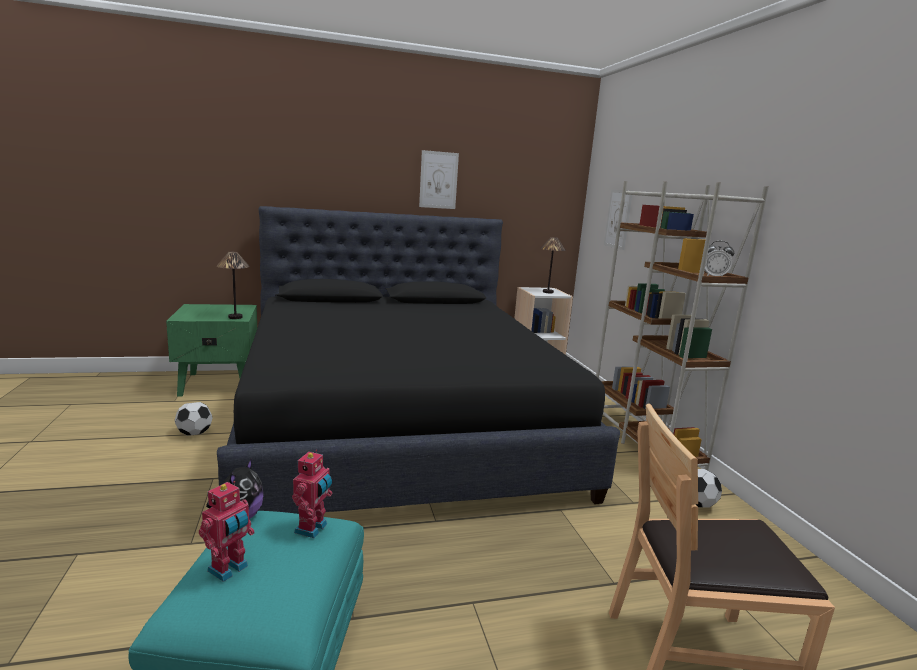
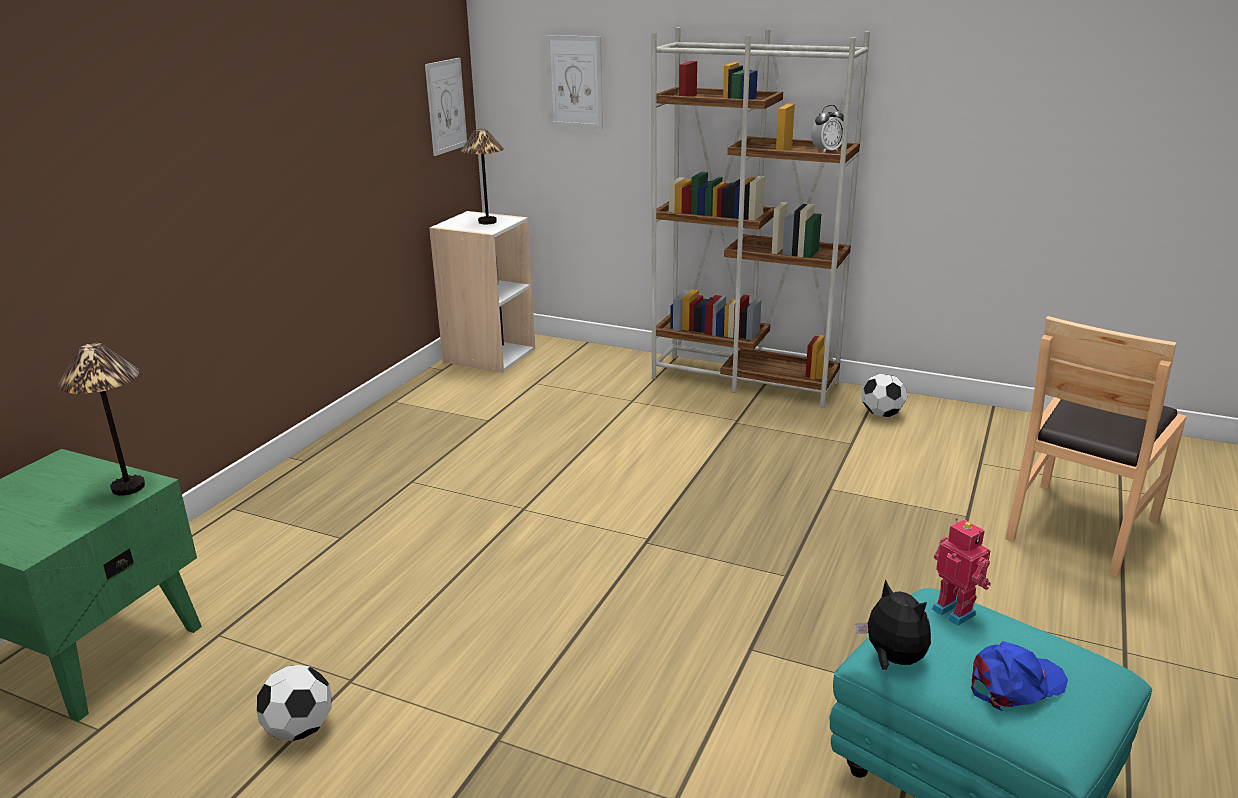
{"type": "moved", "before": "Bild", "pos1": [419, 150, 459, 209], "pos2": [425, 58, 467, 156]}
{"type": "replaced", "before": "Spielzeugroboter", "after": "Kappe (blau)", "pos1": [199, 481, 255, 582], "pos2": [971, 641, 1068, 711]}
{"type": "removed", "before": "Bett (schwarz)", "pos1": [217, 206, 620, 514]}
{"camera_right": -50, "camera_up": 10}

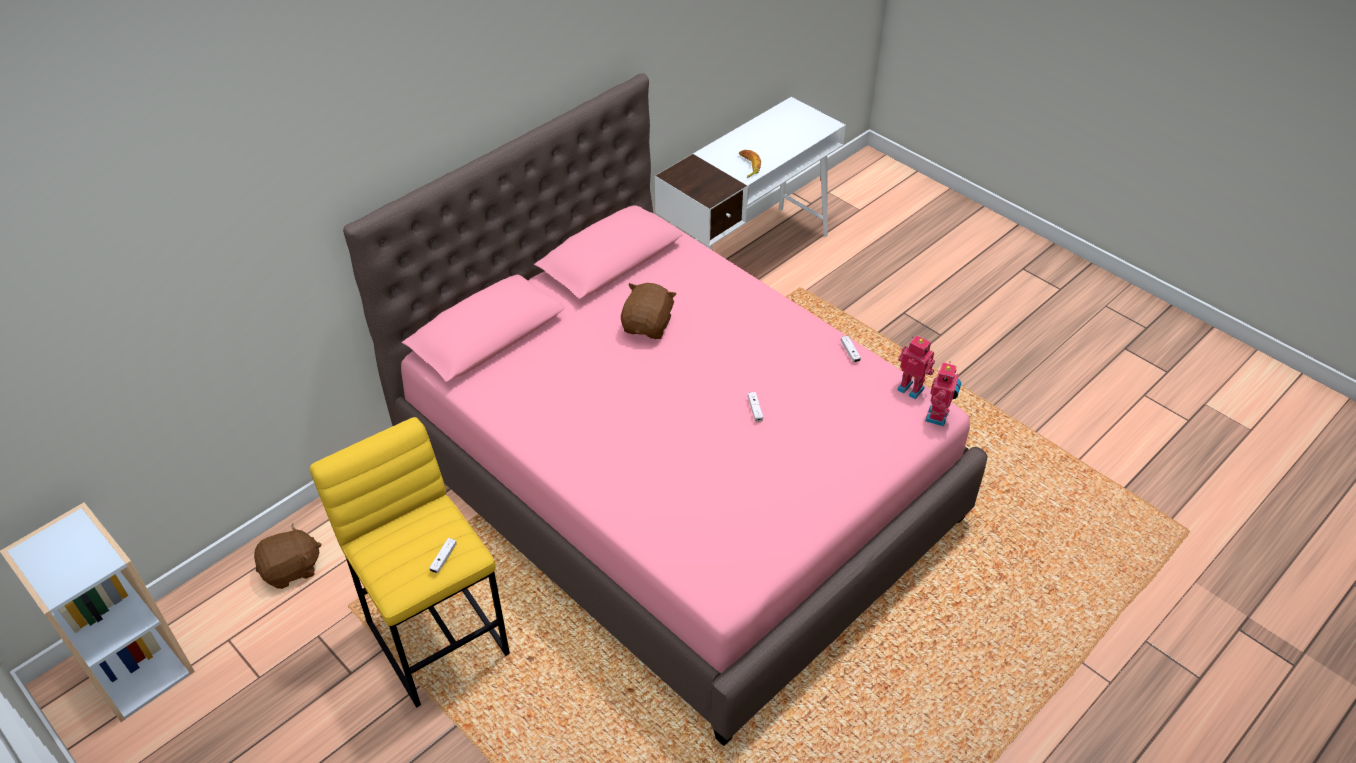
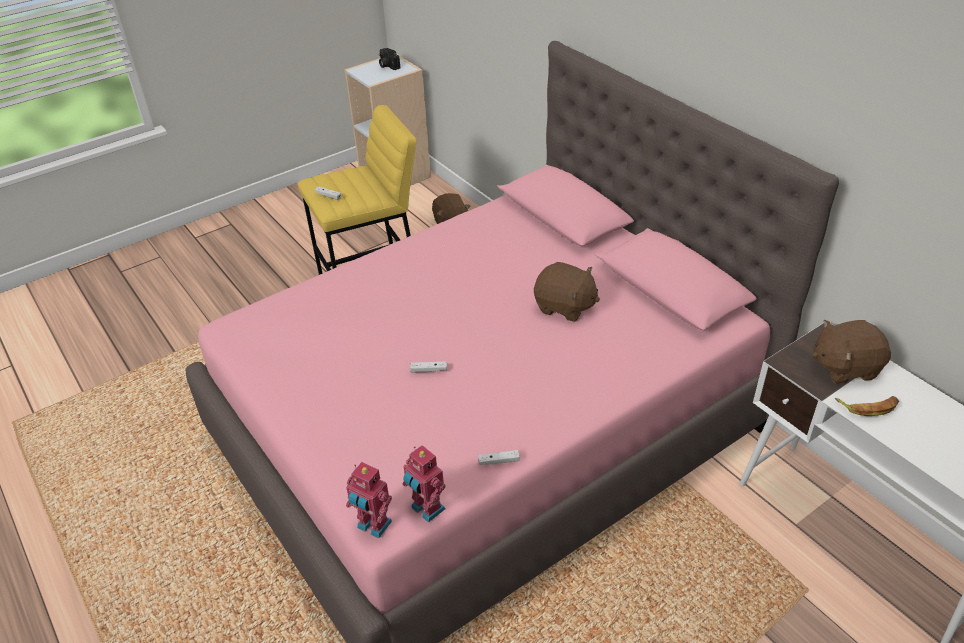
{"type": "added", "after": "Kamera", "pos2": [379, 48, 400, 70]}
{"type": "turned", "before": "Spielzeugroboter", "pos1": [897, 335, 935, 399], "pos2": [403, 445, 446, 523], "turn": 90}
{"type": "added", "after": "Plüschtier (braun)", "pos2": [812, 320, 891, 384]}
{"camera_right": 100, "camera_up": -5}

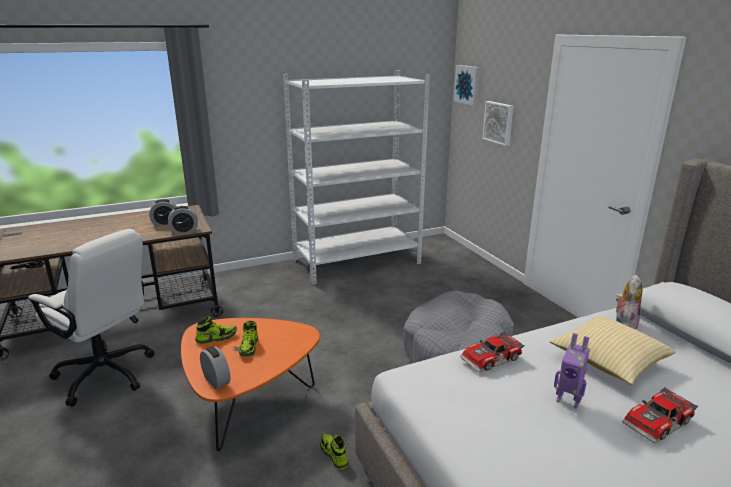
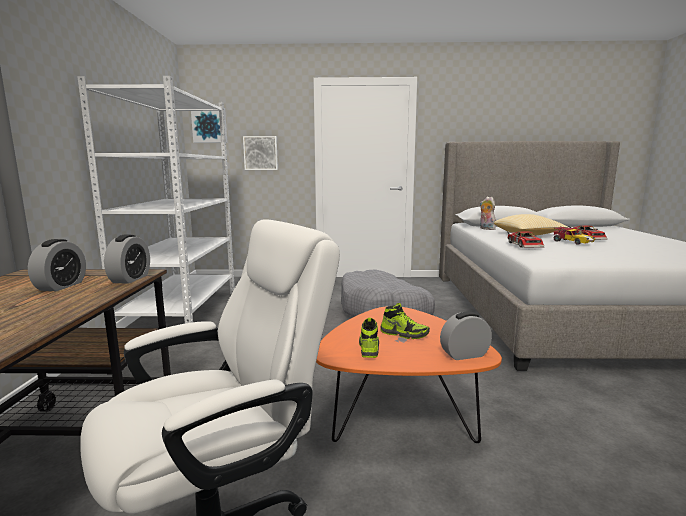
{"type": "replaced", "before": "Spielzeugroboter", "after": "Spielzeugauto", "pos1": [554, 333, 590, 409], "pos2": [553, 226, 595, 245]}
{"type": "removed", "before": "Schuh", "pos1": [320, 433, 348, 470]}
{"camera_right": -65, "camera_up": -10}

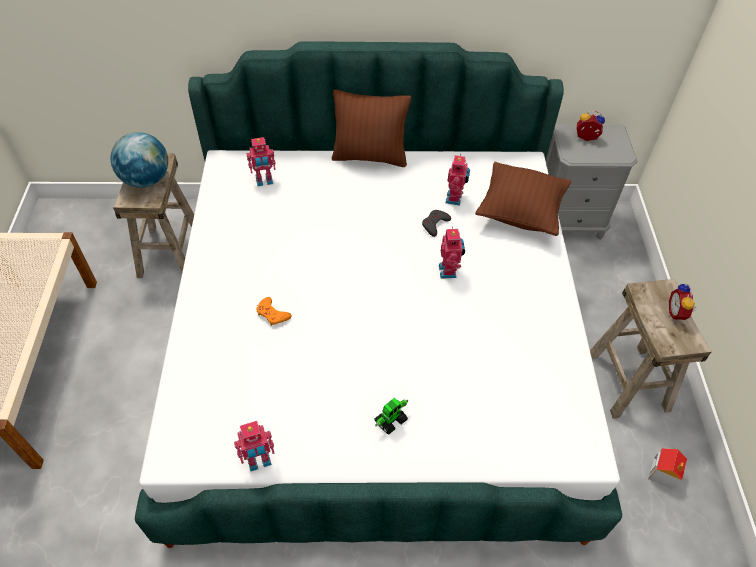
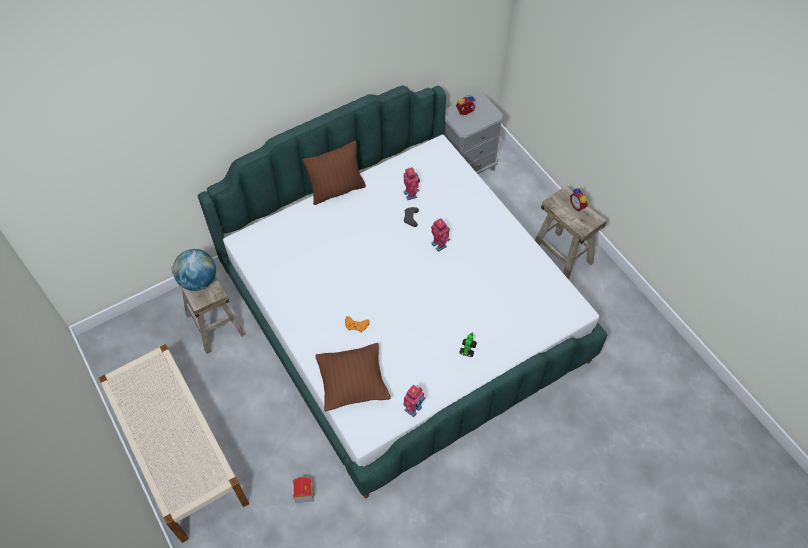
{"type": "moved", "before": "Spielzeughaus", "pos1": [648, 448, 687, 490], "pos2": [292, 477, 315, 503]}
{"type": "moved", "before": "Kissen (braun)", "pos1": [475, 162, 571, 236], "pos2": [315, 343, 391, 412]}
{"type": "removed", "before": "Spielzeugroboter", "pos1": [247, 137, 276, 186]}
{"camera_right": -30, "camera_up": 5}

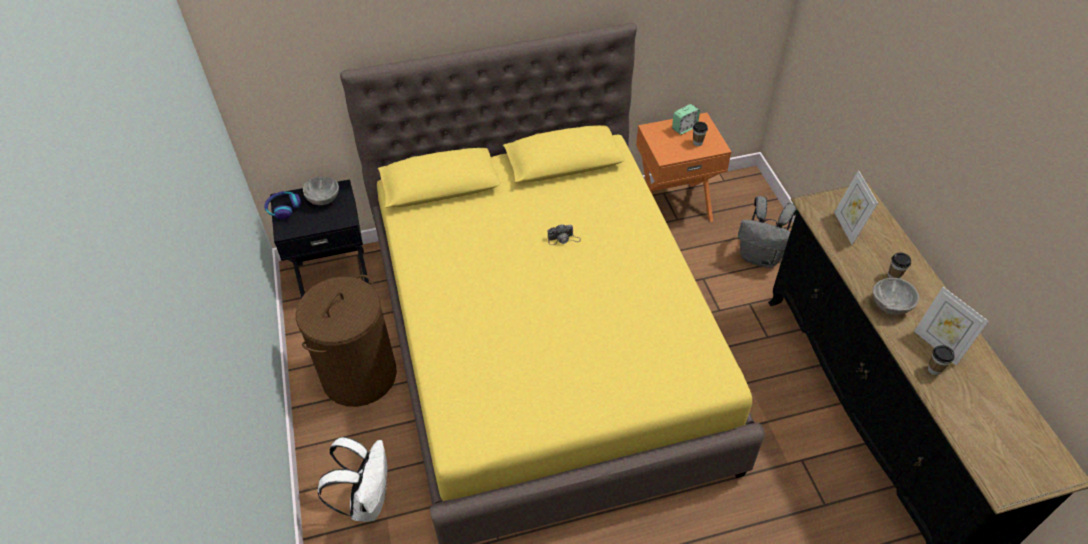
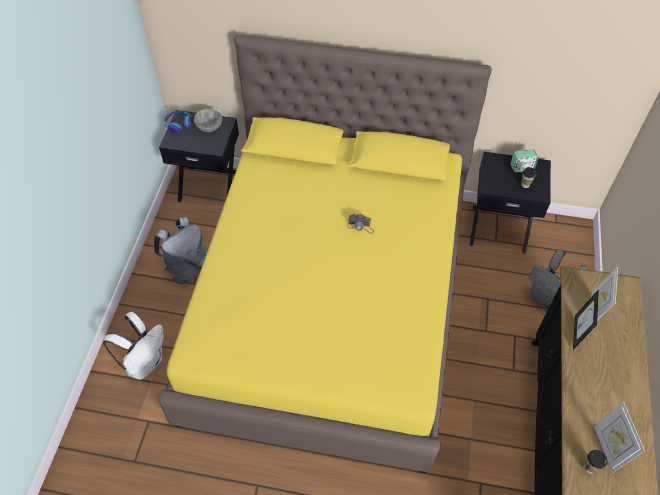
{"type": "replaced", "before": "Wäschekorb (braun)", "after": "Rucksack (grau)", "pos1": [296, 275, 397, 407], "pos2": [154, 217, 207, 284]}
{"type": "recoloured", "before": "Nachttisch (orange)", "after": "Nachttisch (schwarz)", "pos1": [636, 113, 731, 222], "pos2": [470, 152, 551, 254]}
{"type": "added", "after": "Bilderrahmen", "pos2": [573, 289, 599, 349]}
{"type": "removed", "before": "Schüssel (grau)", "pos1": [872, 278, 919, 315]}
{"type": "removed", "before": "Tasse", "pos1": [888, 252, 911, 279]}
{"camera_right": 25, "camera_up": 5}

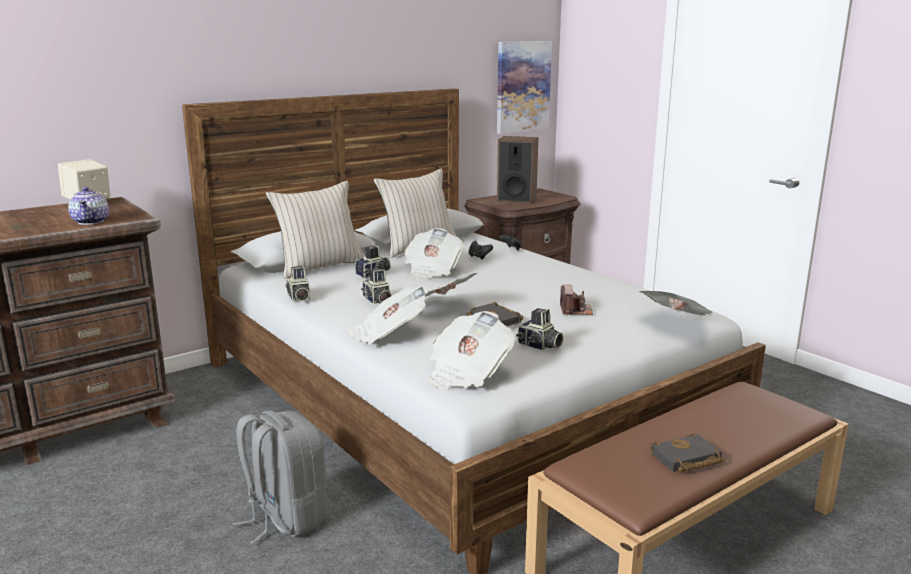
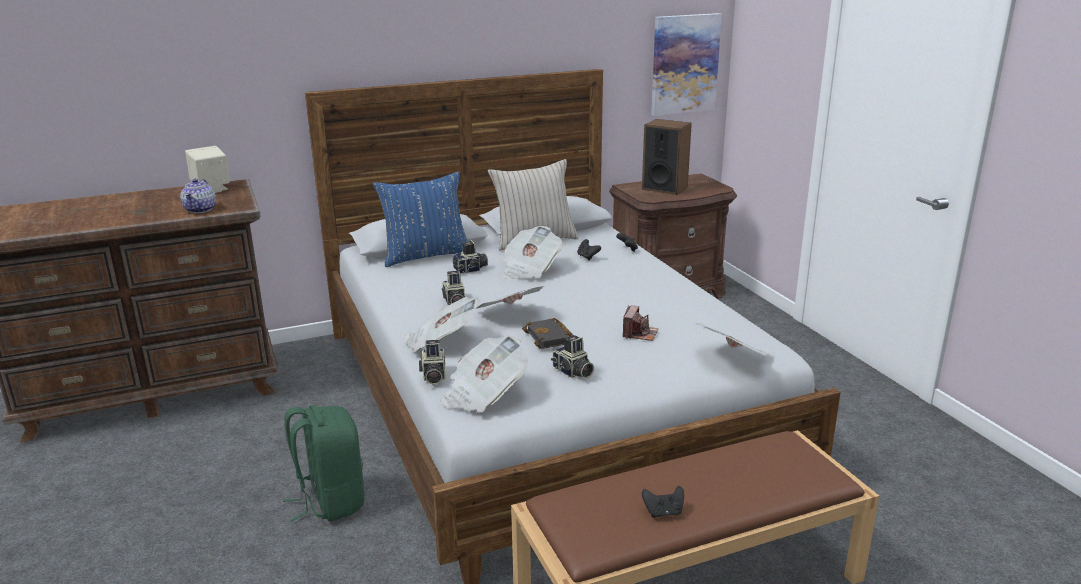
{"type": "recoloured", "before": "Rucksack (grau)", "after": "Rucksack (grün)", "pos1": [233, 410, 328, 544], "pos2": [283, 405, 365, 522]}
{"type": "recoloured", "before": "Kissen (beige)", "after": "Kissen (blau)", "pos1": [266, 181, 364, 279], "pos2": [373, 172, 468, 267]}
{"type": "moved", "before": "Kamera", "pos1": [285, 266, 310, 302], "pos2": [419, 340, 446, 385]}
{"type": "replaced", "before": "Buch (schwarz)", "after": "Gamepad (schwarz)", "pos1": [649, 433, 724, 473], "pos2": [642, 486, 684, 518]}
{"camera_right": 15, "camera_up": 5}

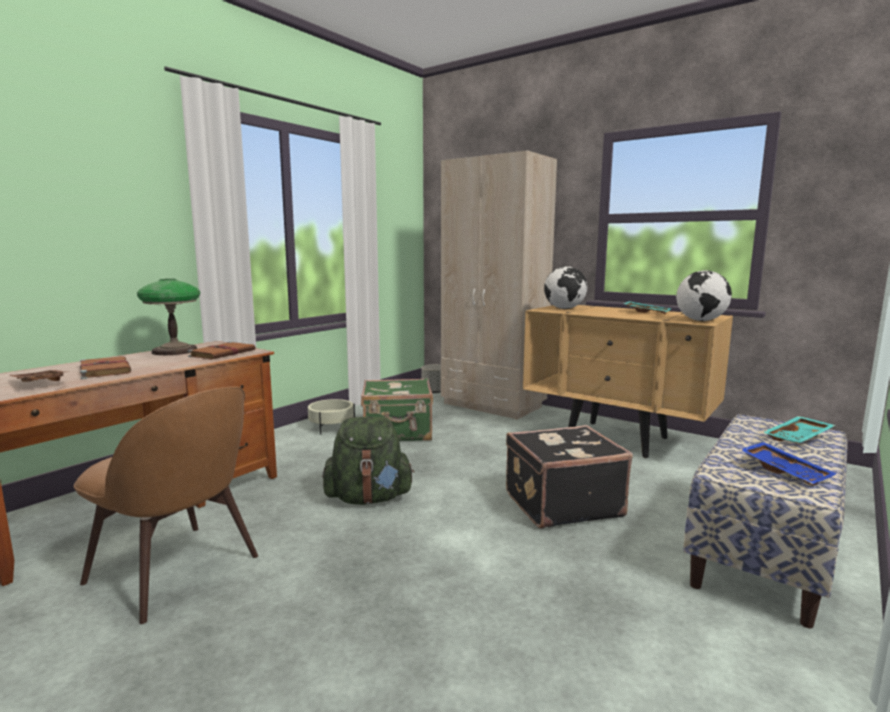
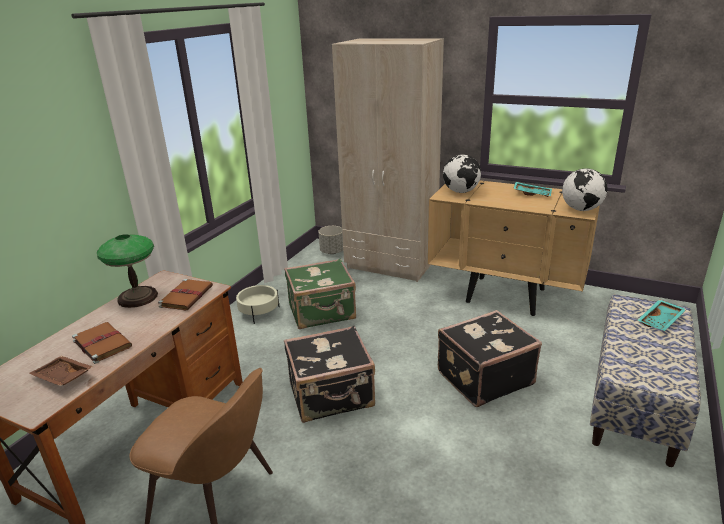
{"type": "replaced", "before": "Rucksack (grün)", "after": "Koffer (schwarz)", "pos1": [322, 417, 415, 505], "pos2": [284, 326, 375, 423]}
{"type": "removed", "before": "Tablett (blau)", "pos1": [740, 442, 837, 486]}
{"camera_right": -10, "camera_up": 15}

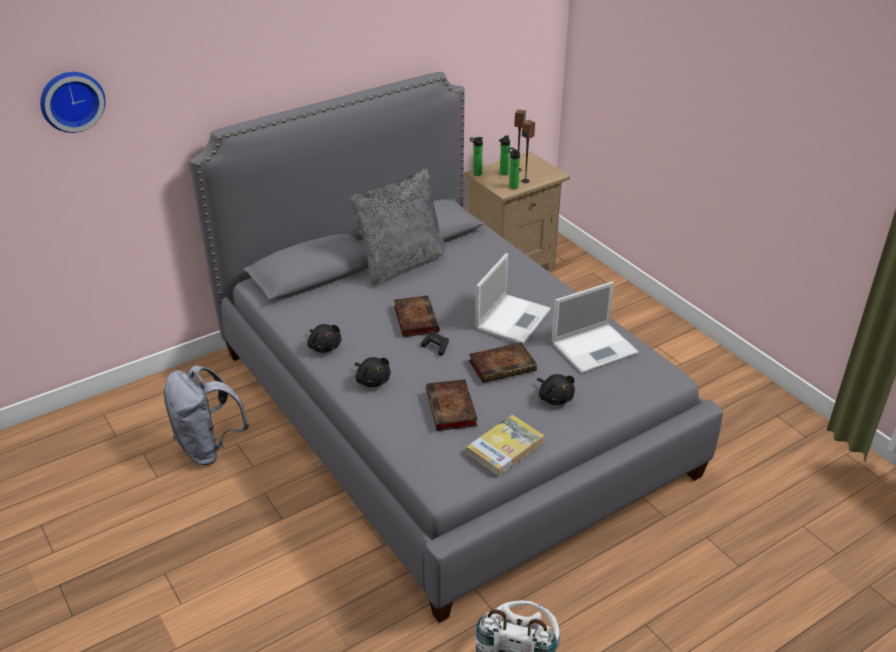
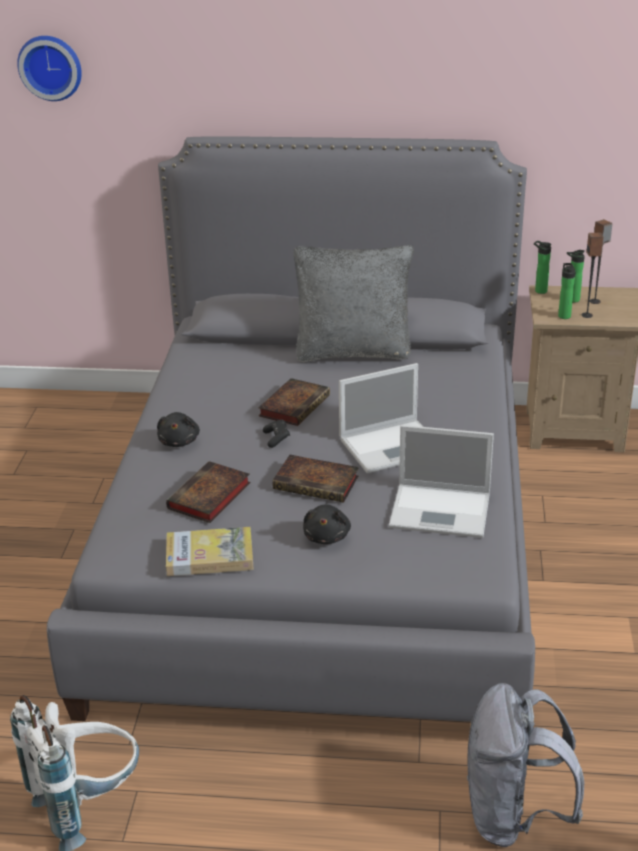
{"type": "moved", "before": "Rucksack (grau)", "pos1": [164, 365, 249, 465], "pos2": [467, 683, 584, 847]}
{"type": "removed", "before": "Plüschtier (schwarz)", "pos1": [307, 324, 342, 353]}
{"camera_right": 40, "camera_up": -5}

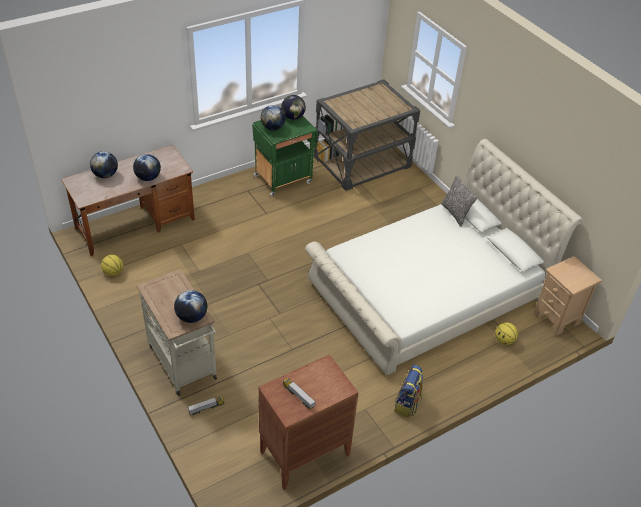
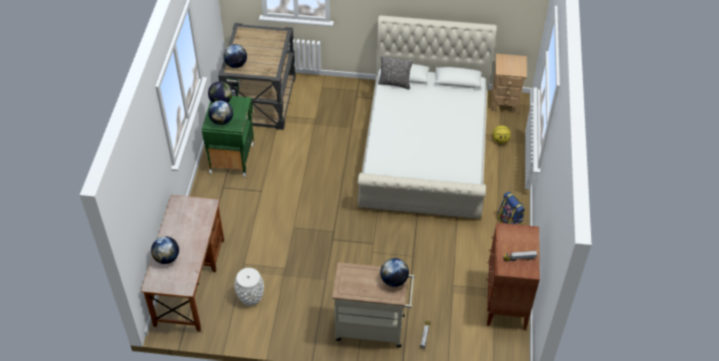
{"type": "moved", "before": "Globus", "pos1": [133, 154, 161, 181], "pos2": [223, 44, 247, 68]}
{"type": "added", "after": "Hocker (weiß)", "pos2": [235, 268, 264, 306]}
{"type": "removed", "before": "Basketball", "pos1": [101, 255, 123, 276]}
{"camera_right": -50, "camera_up": 5}

